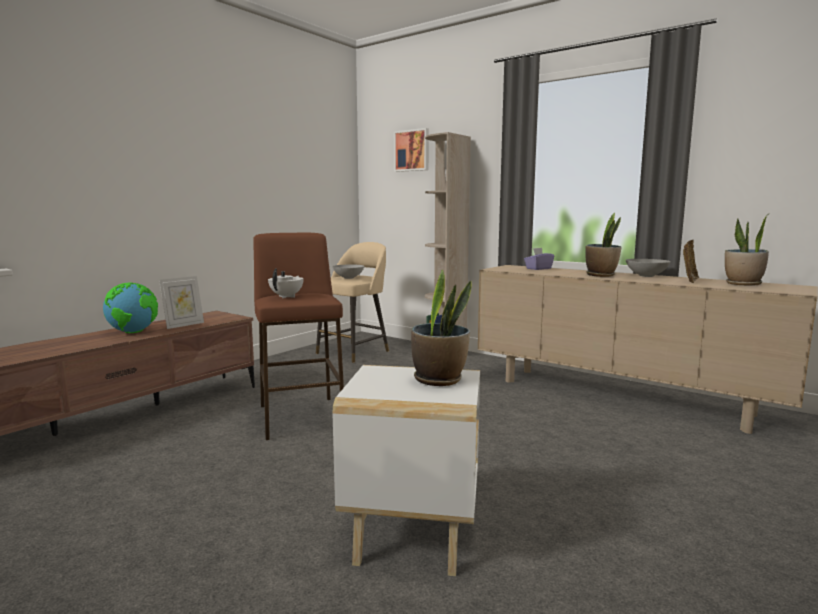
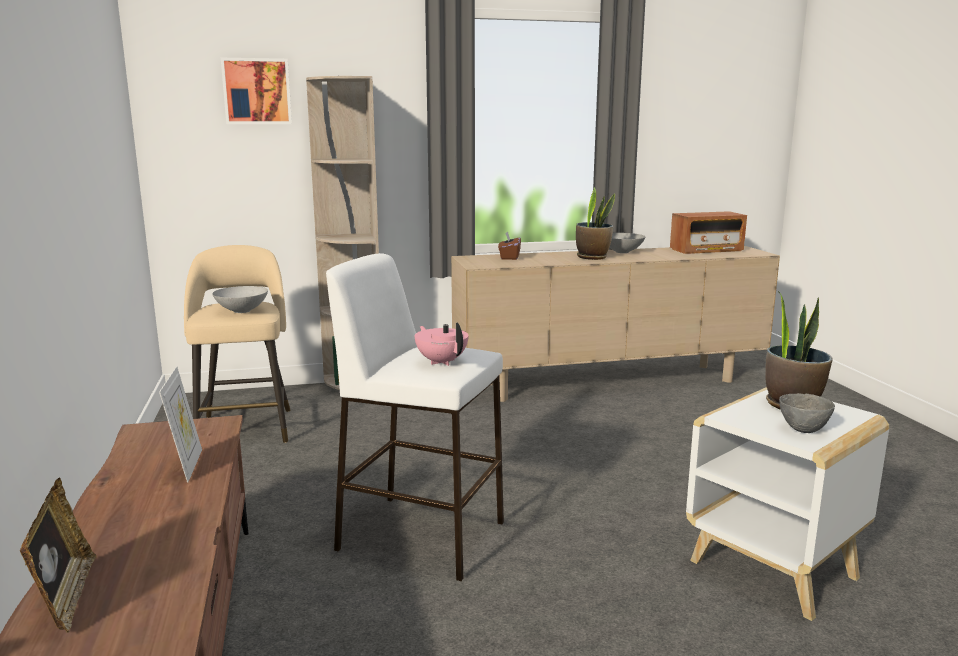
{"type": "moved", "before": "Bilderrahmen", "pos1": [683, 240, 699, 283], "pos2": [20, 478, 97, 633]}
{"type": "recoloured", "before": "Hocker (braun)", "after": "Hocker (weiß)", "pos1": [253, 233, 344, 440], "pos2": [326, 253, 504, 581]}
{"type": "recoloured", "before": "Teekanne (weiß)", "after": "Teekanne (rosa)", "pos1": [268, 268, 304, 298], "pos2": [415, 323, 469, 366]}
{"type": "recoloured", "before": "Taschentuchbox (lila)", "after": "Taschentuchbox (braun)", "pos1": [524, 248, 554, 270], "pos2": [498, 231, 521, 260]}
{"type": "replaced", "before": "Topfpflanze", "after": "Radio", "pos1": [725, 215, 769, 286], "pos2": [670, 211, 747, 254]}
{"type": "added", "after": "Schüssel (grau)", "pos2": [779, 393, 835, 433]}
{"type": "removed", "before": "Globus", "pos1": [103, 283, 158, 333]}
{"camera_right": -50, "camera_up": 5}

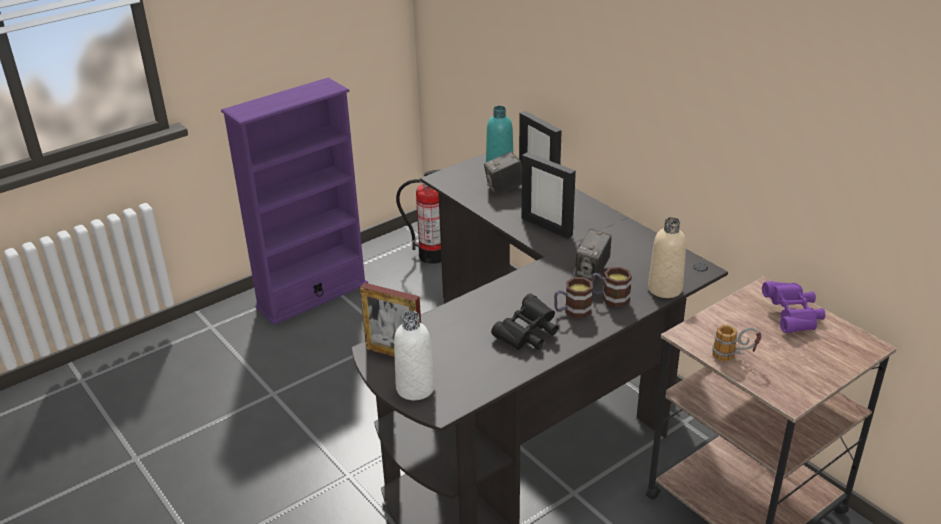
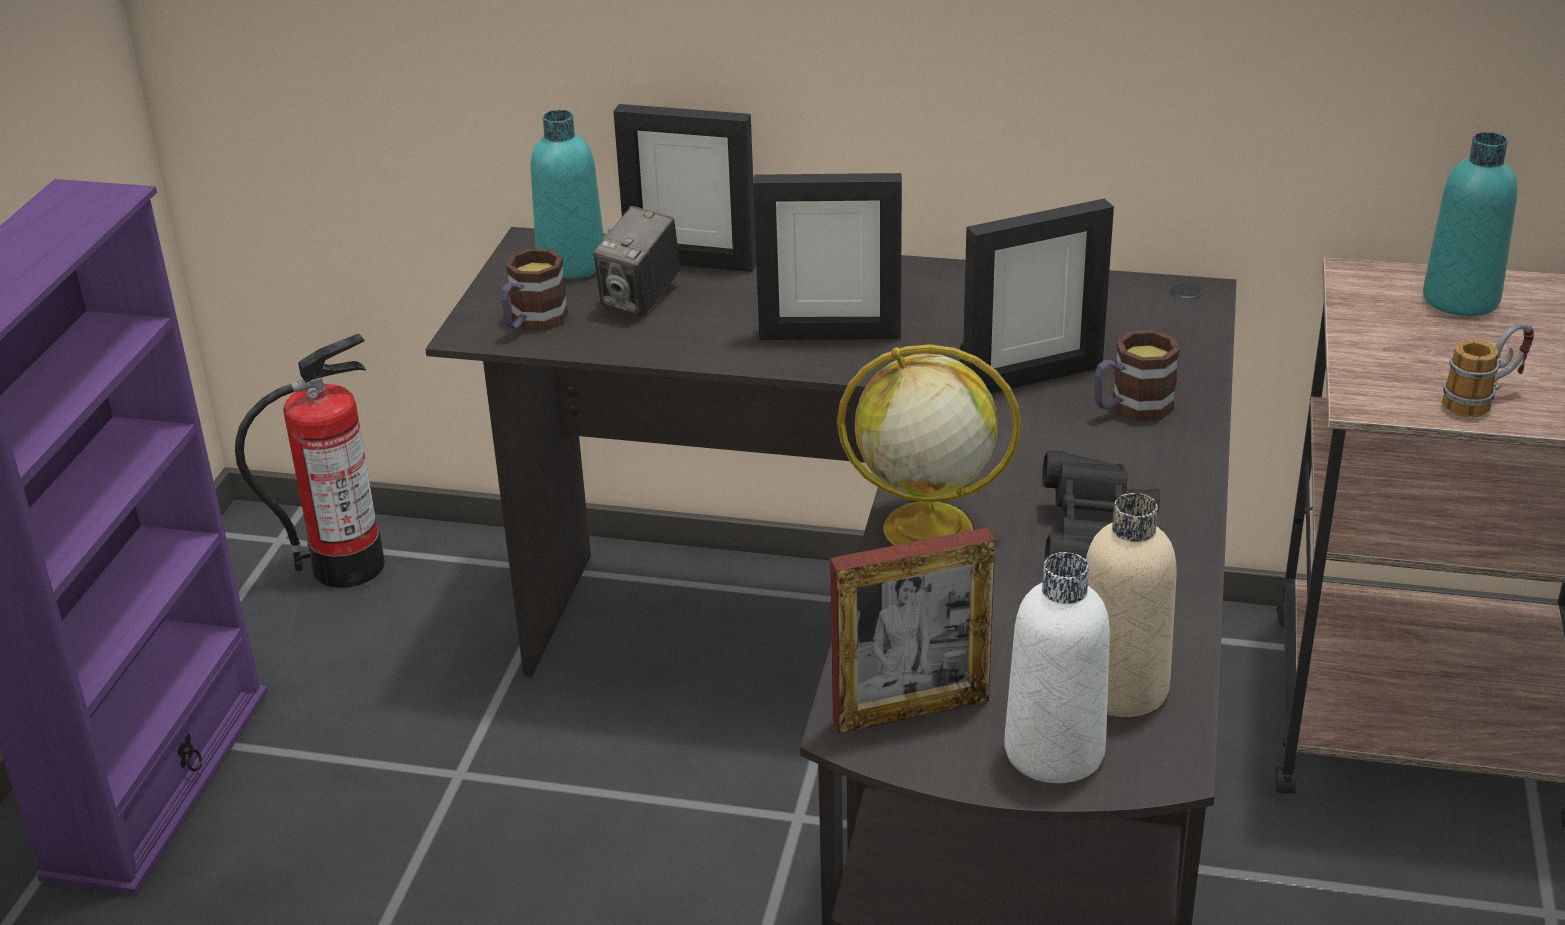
{"type": "moved", "before": "Henkelbecher", "pos1": [554, 277, 593, 318], "pos2": [501, 248, 568, 331]}
{"type": "added", "after": "Globus", "pos2": [837, 344, 1021, 545]}
{"type": "replaced", "before": "Kamera", "after": "Bilderrahmen", "pos1": [575, 229, 612, 281], "pos2": [960, 199, 1114, 393]}
{"type": "moved", "before": "Flasche (beige)", "pos1": [648, 217, 686, 298], "pos2": [1086, 493, 1177, 717]}
{"type": "replaced", "before": "Fernglas (lila)", "after": "Flasche (türkis)", "pos1": [762, 281, 825, 333], "pos2": [1423, 132, 1518, 316]}
{"camera_right": -40, "camera_up": 0}

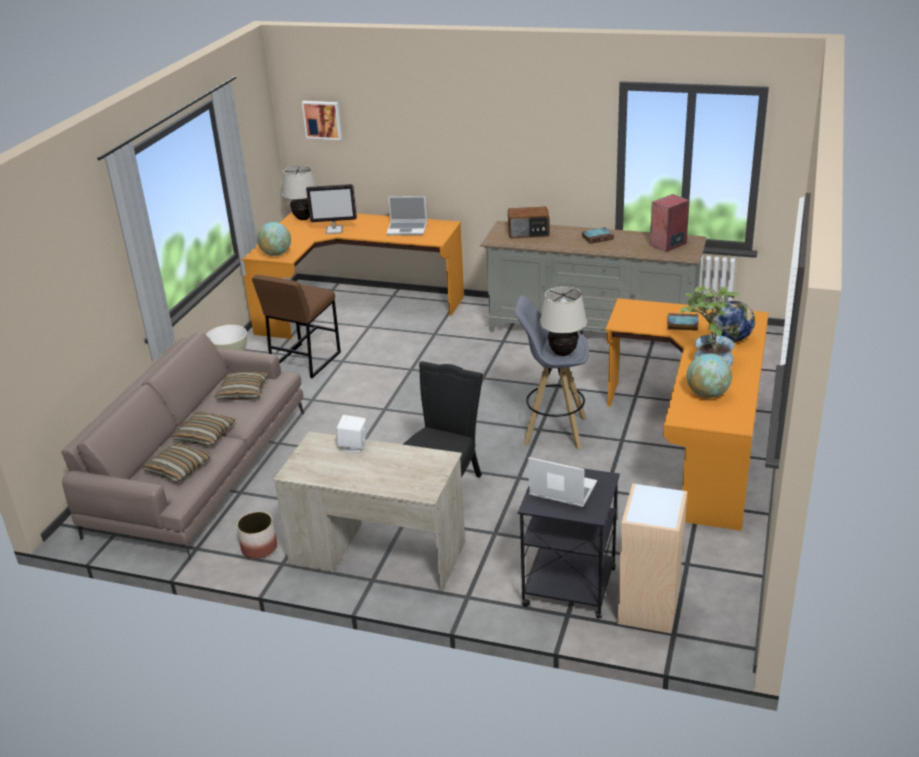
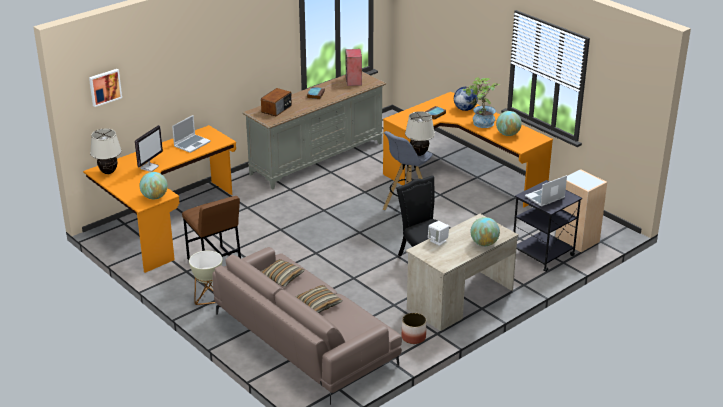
{"type": "added", "after": "Globus", "pos2": [470, 217, 500, 246]}
{"type": "removed", "before": "Kissen", "pos1": [142, 442, 211, 482]}
{"camera_right": -60, "camera_up": 0}

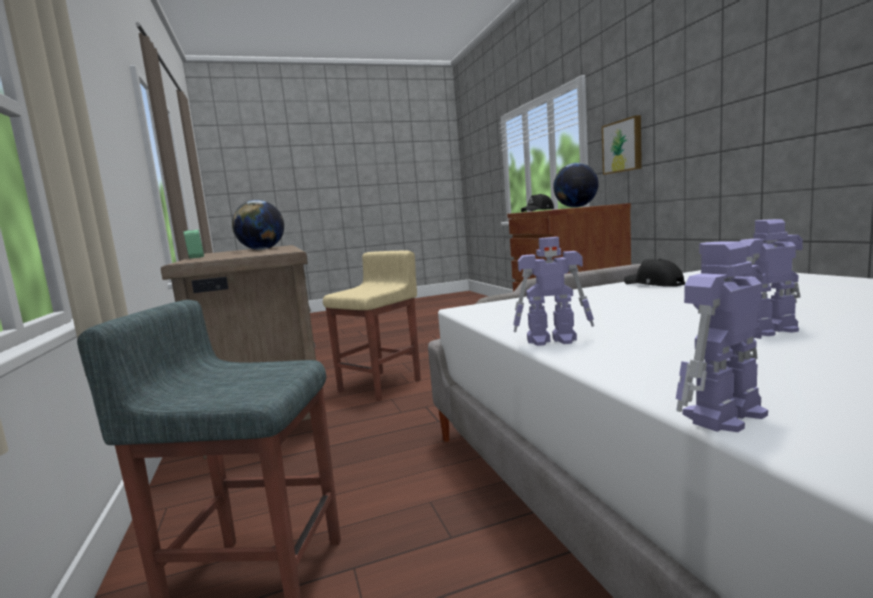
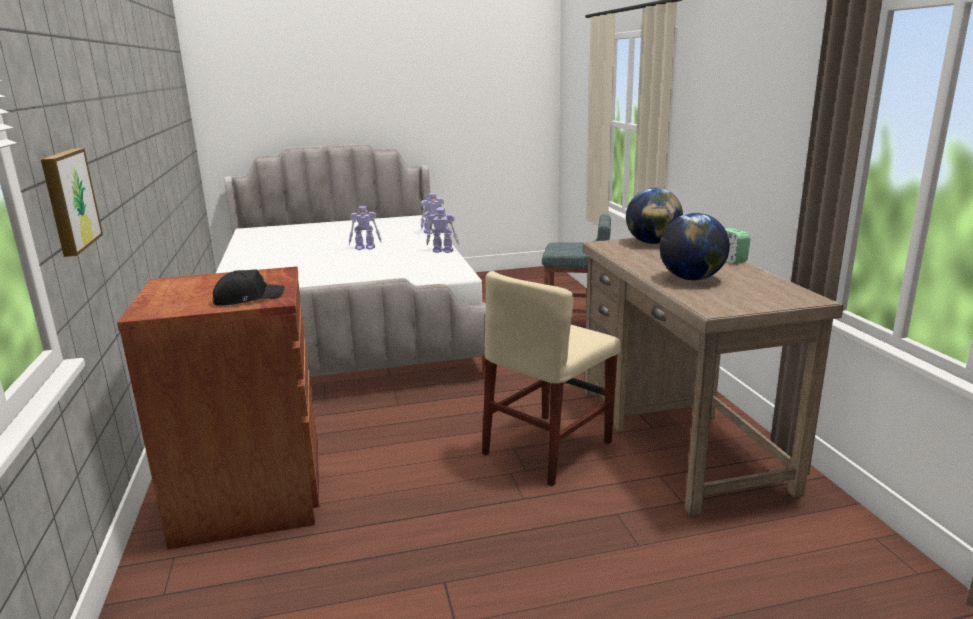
{"type": "replaced", "before": "Hocker (beige)", "after": "Stuhl (beige)", "pos1": [323, 251, 421, 401], "pos2": [482, 271, 621, 486]}
{"type": "moved", "before": "Globus", "pos1": [553, 163, 599, 208], "pos2": [626, 188, 683, 244]}
{"type": "removed", "before": "Kappe (schwarz)", "pos1": [624, 258, 685, 287]}
{"camera_right": -175, "camera_up": 10}

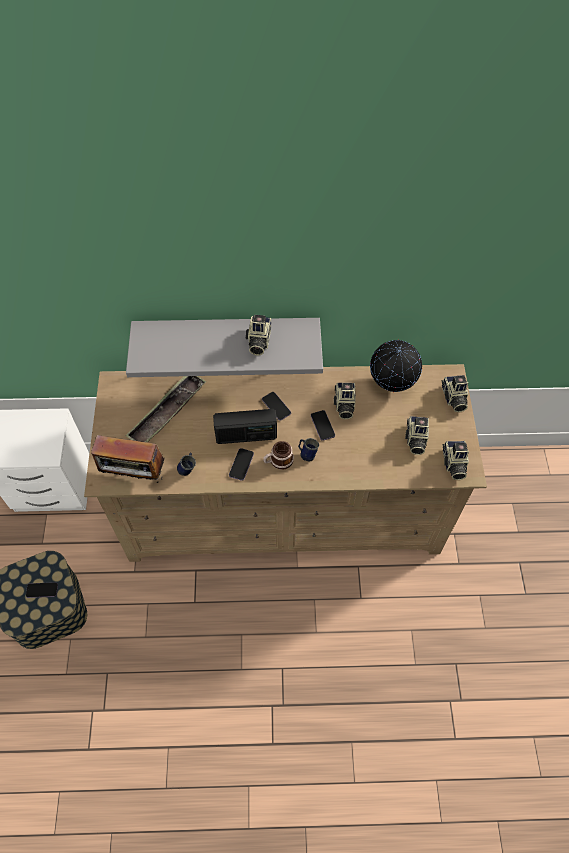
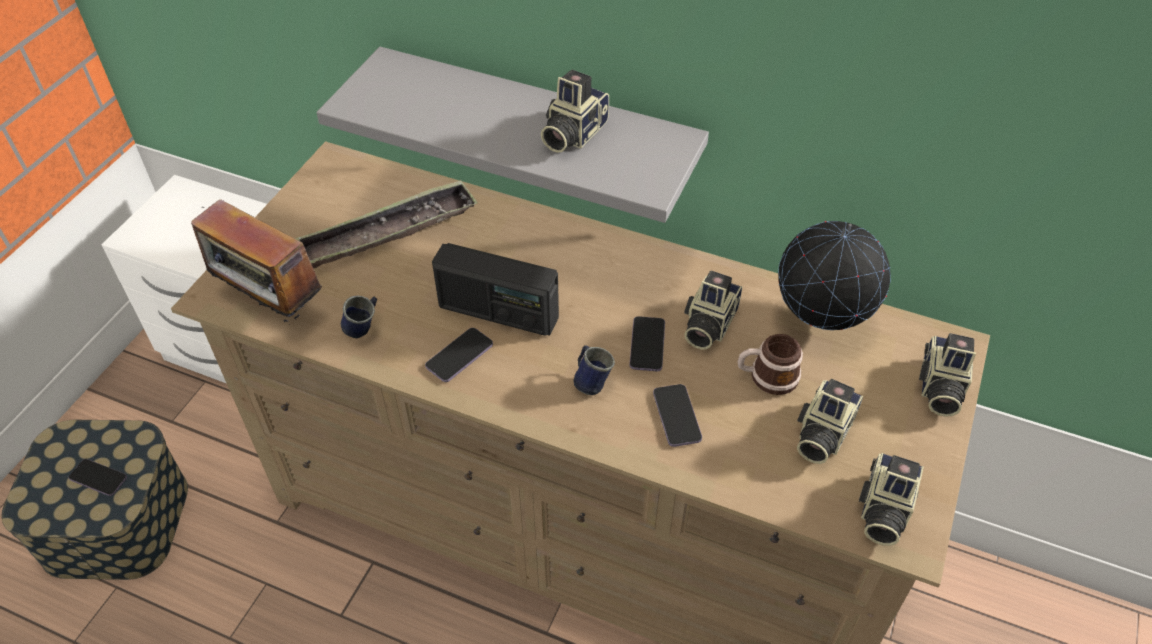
{"type": "moved", "before": "Handy", "pos1": [262, 392, 291, 421], "pos2": [653, 384, 702, 447]}
{"type": "moved", "before": "Henkelbecher", "pos1": [263, 441, 294, 470], "pos2": [737, 334, 803, 395]}
{"camera_right": 25, "camera_up": -10}

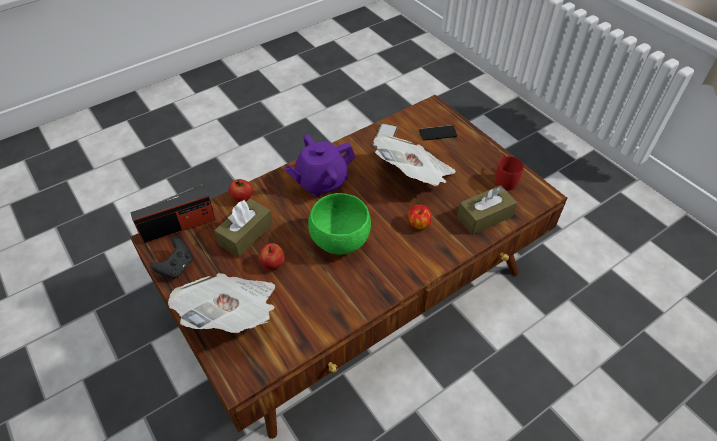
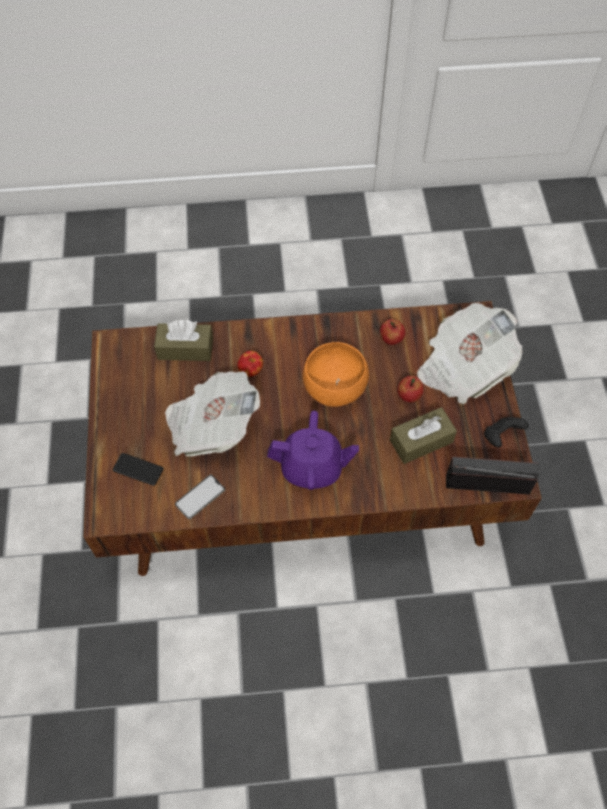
{"type": "recoloured", "before": "Schüssel (grün)", "after": "Schüssel (orange)", "pos1": [308, 193, 371, 255], "pos2": [303, 342, 369, 407]}
{"type": "moved", "before": "Apfel", "pos1": [229, 179, 253, 202], "pos2": [380, 319, 406, 345]}
{"type": "removed", "before": "Henkelbecher (rot)", "pos1": [496, 156, 524, 191]}
{"camera_right": -150, "camera_up": 10}

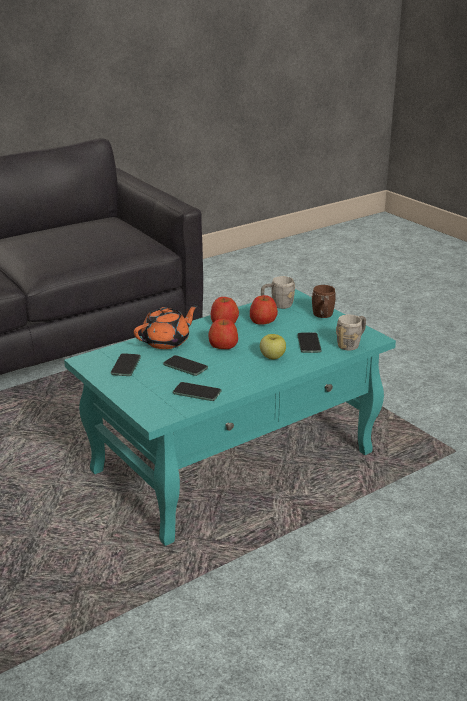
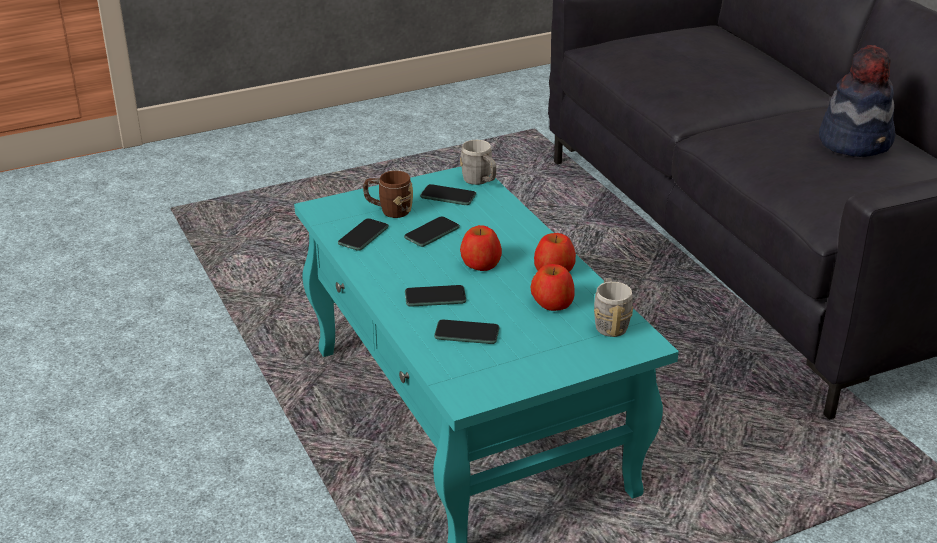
{"type": "moved", "before": "Henkelbecher (braun)", "pos1": [311, 285, 336, 318], "pos2": [363, 171, 413, 218]}
{"type": "replaced", "before": "Apfel", "after": "Handy", "pos1": [260, 334, 286, 359], "pos2": [405, 285, 466, 307]}
{"type": "moved", "before": "Henkelbecher (grau)", "pos1": [336, 315, 366, 350], "pos2": [460, 140, 496, 185]}
{"type": "added", "after": "Hut", "pos2": [819, 45, 895, 157]}
{"type": "removed", "before": "Teekanne (orange)", "pos1": [134, 305, 198, 349]}
{"camera_right": 100, "camera_up": 5}

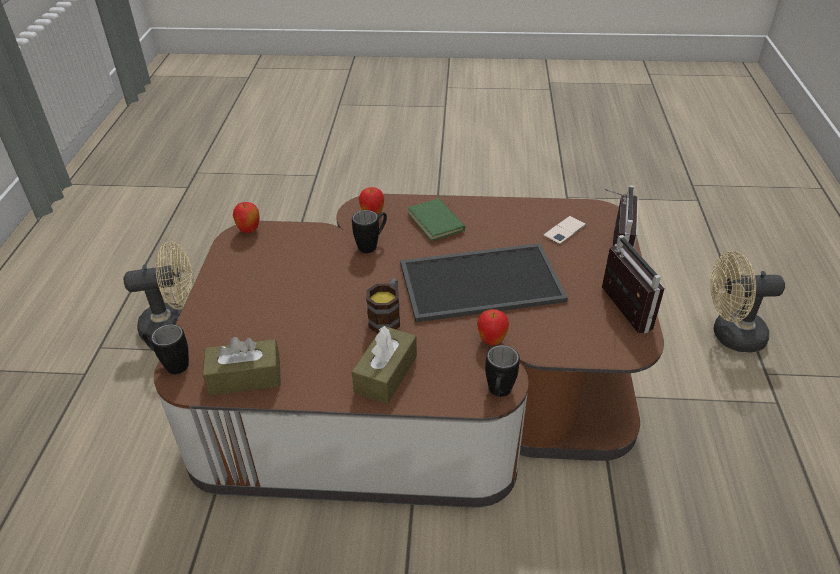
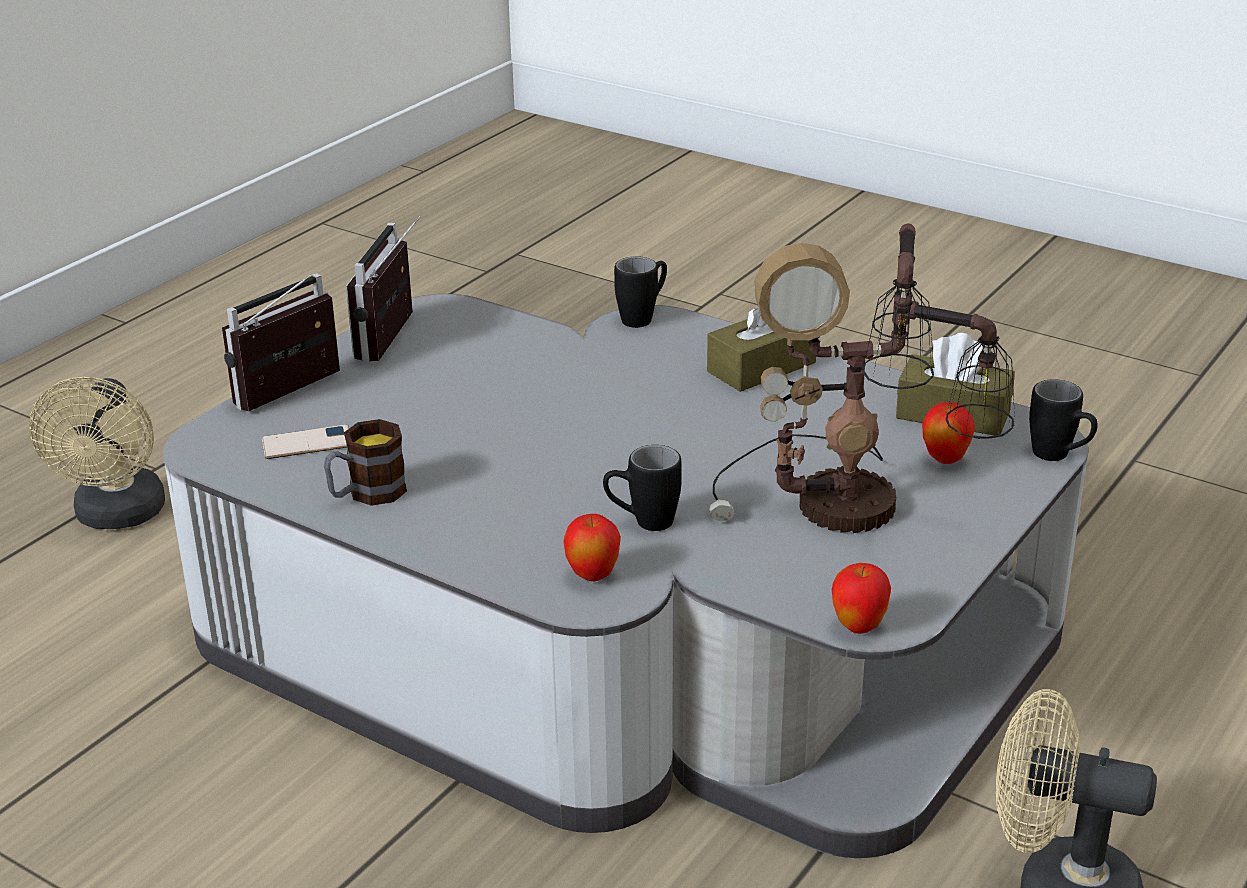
{"type": "turned", "before": "Ventilator (beige)", "pos1": [710, 251, 785, 352], "pos2": [29, 377, 165, 529], "turn": 60}
{"type": "recoloured", "before": "Couchtisch (braun)", "after": "Couchtisch (grau)", "pos1": [154, 194, 664, 508], "pos2": [163, 294, 1088, 858]}
{"type": "moved", "before": "Henkelbecher", "pos1": [366, 278, 400, 334], "pos2": [324, 419, 407, 506]}
{"type": "added", "after": "Tischlampe", "pos2": [709, 223, 1015, 533]}
{"type": "moved", "before": "Apfel", "pos1": [477, 309, 509, 345], "pos2": [922, 402, 975, 464]}
{"type": "removed", "before": "Tablett", "pos1": [400, 243, 568, 322]}
{"type": "removed", "before": "Buch (grün)", "pos1": [408, 196, 465, 241]}
{"camera_right": -150, "camera_up": -10}

